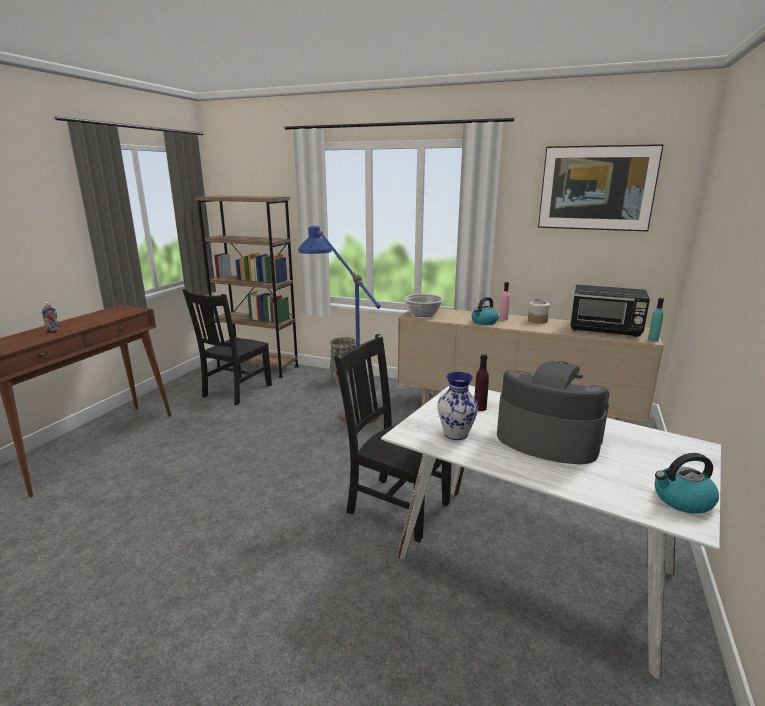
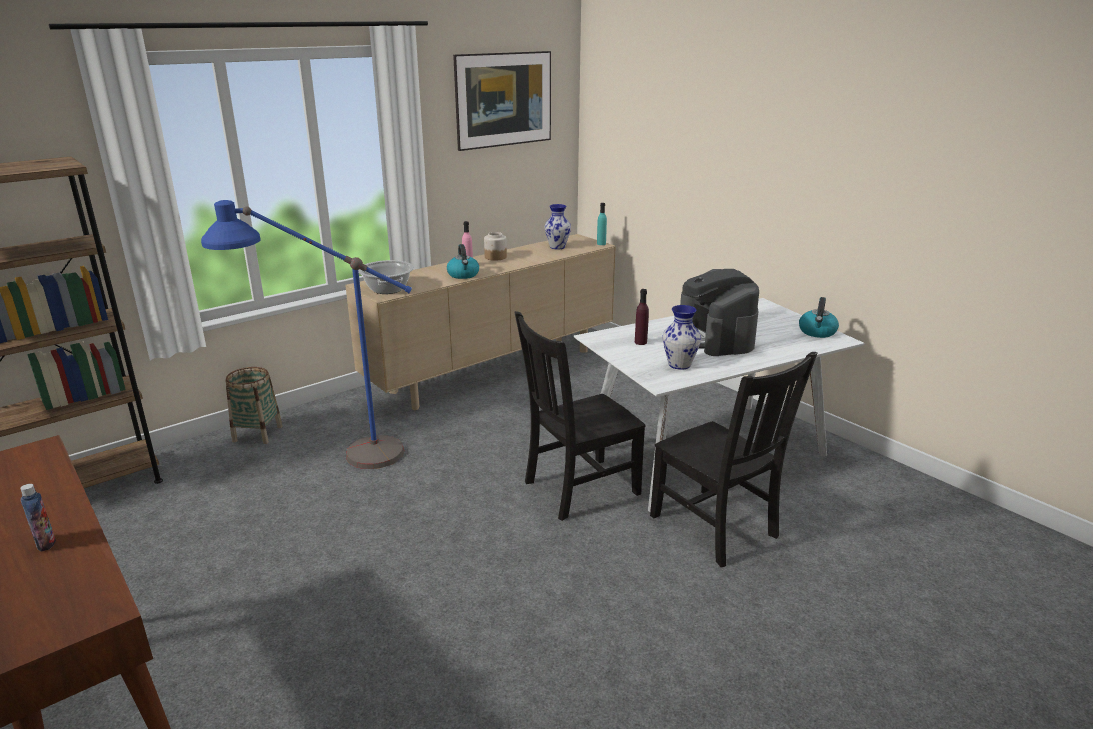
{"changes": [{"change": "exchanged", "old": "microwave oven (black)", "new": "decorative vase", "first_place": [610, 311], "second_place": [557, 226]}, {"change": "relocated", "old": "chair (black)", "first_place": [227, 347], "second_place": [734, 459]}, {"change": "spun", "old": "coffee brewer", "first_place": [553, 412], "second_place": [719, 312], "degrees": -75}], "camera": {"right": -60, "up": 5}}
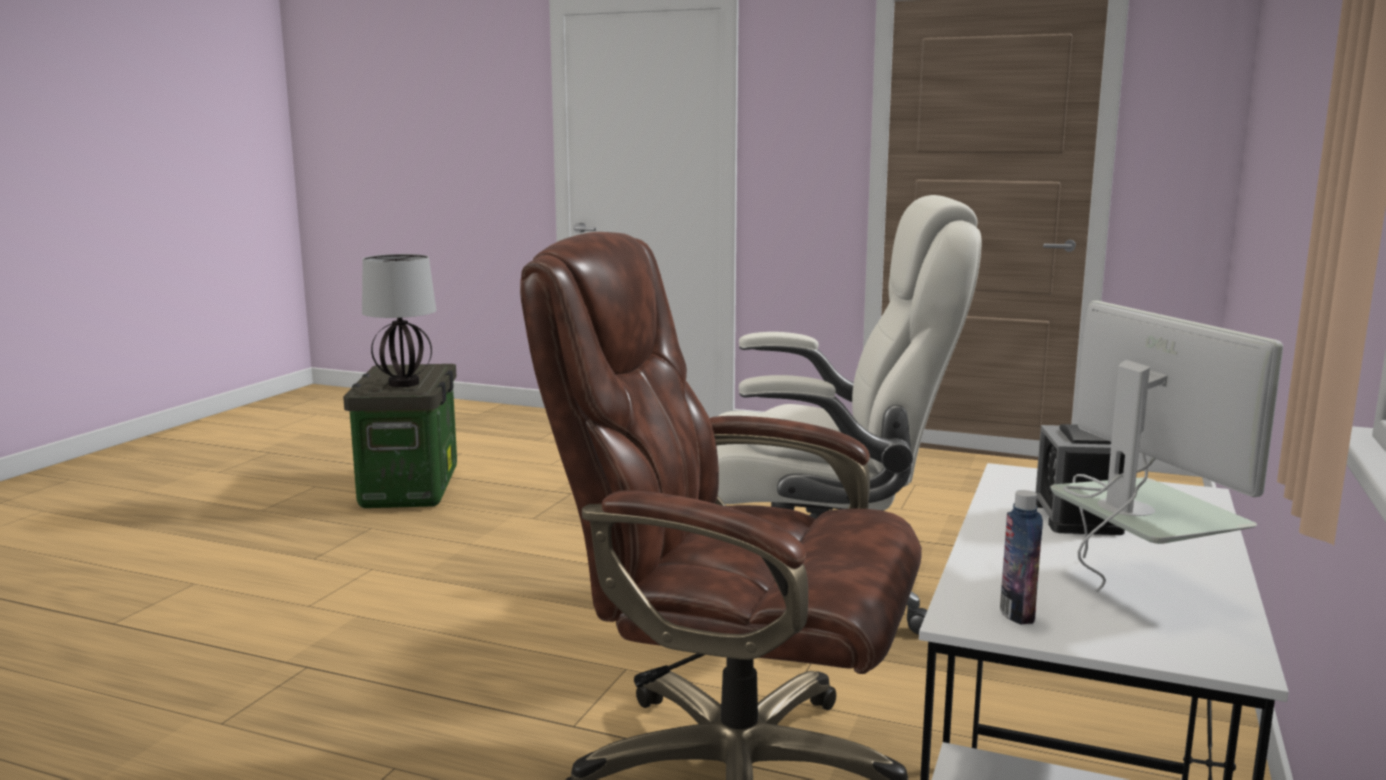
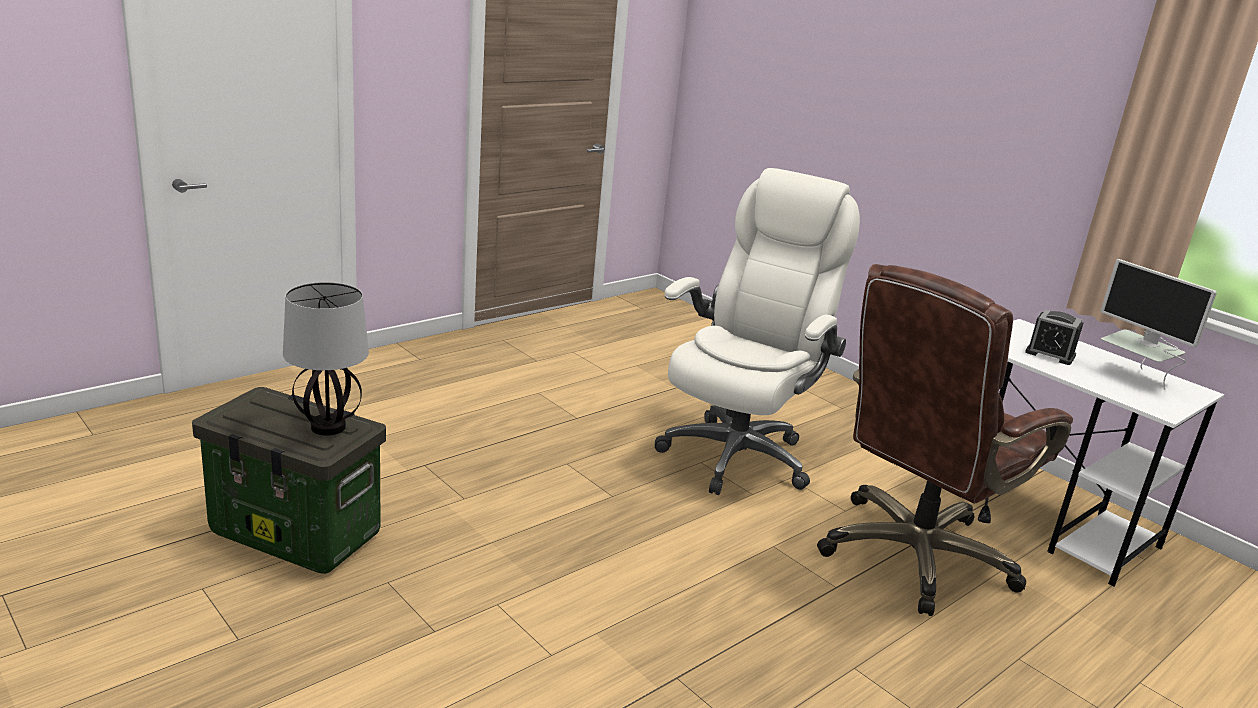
{"changes": [{"change": "spun", "old": "computer screen", "first_place": [1167, 446], "second_place": [1159, 324], "degrees": -135}, {"change": "missing", "old": "beverage bottle", "first_place": [1021, 557]}], "camera": {"right": -65, "up": 10}}
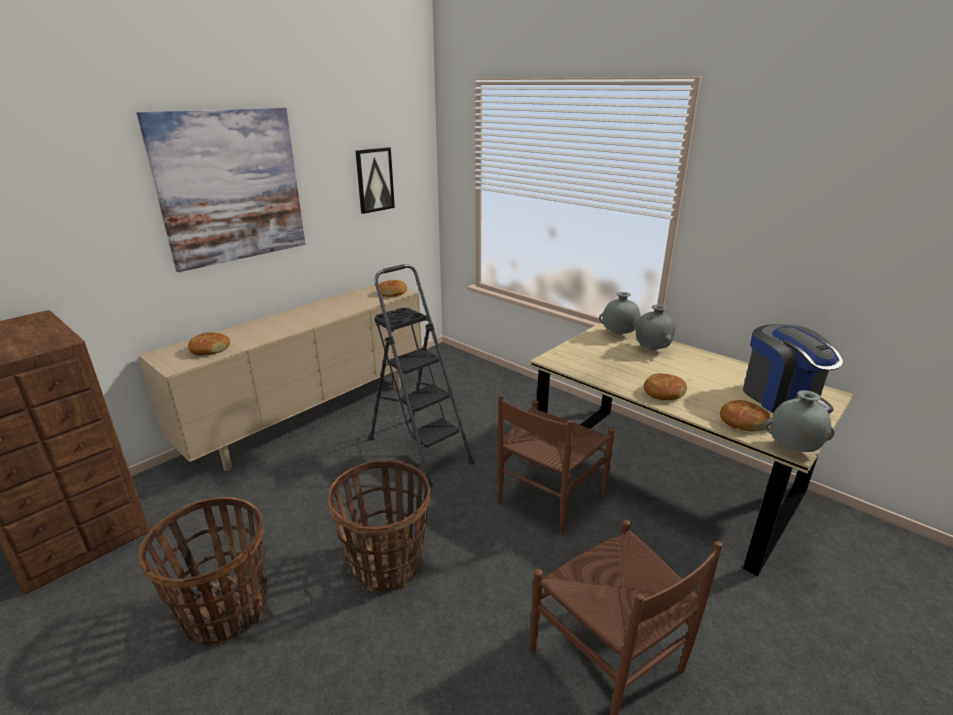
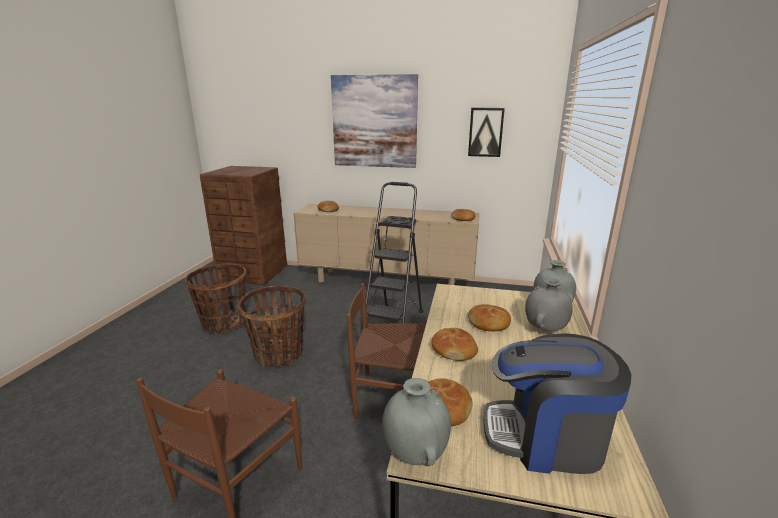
{"changes": [{"change": "appeared", "new": "bakery bread", "second_place": [489, 317]}, {"change": "spun", "old": "coffee brewer", "first_place": [793, 369], "second_place": [557, 403], "degrees": 60}], "camera": {"right": 60, "up": -5}}
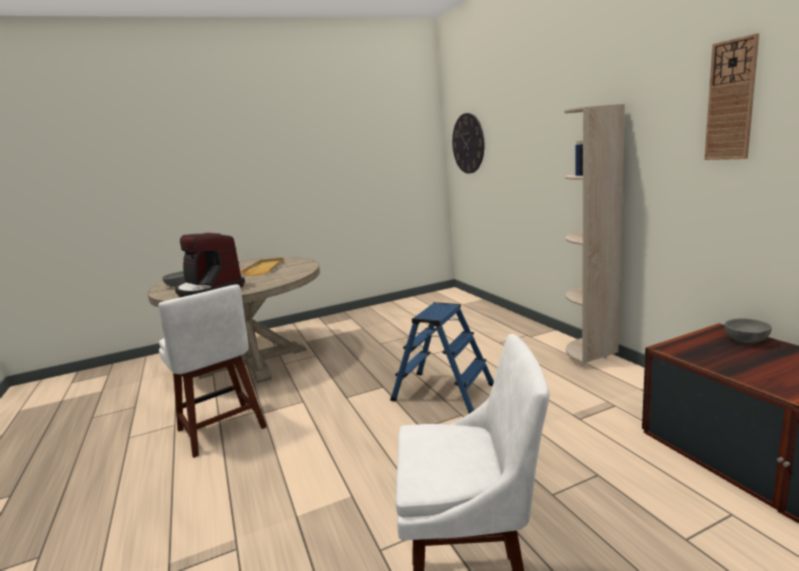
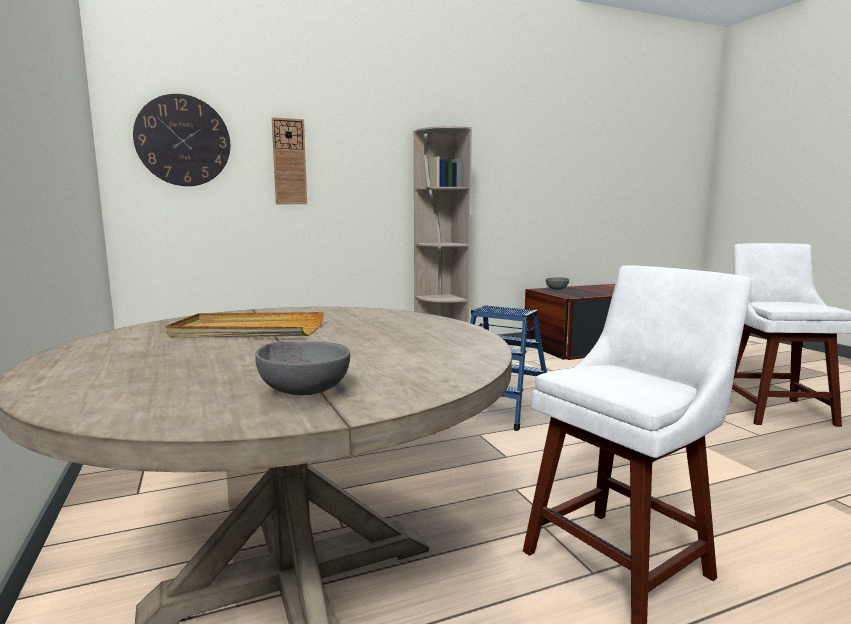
{"changes": [{"change": "relocated", "old": "hanging clock", "first_place": [731, 96], "second_place": [289, 160]}, {"change": "missing", "old": "coffee brewer", "first_place": [210, 265]}], "camera": {"right": -90, "up": -5}}
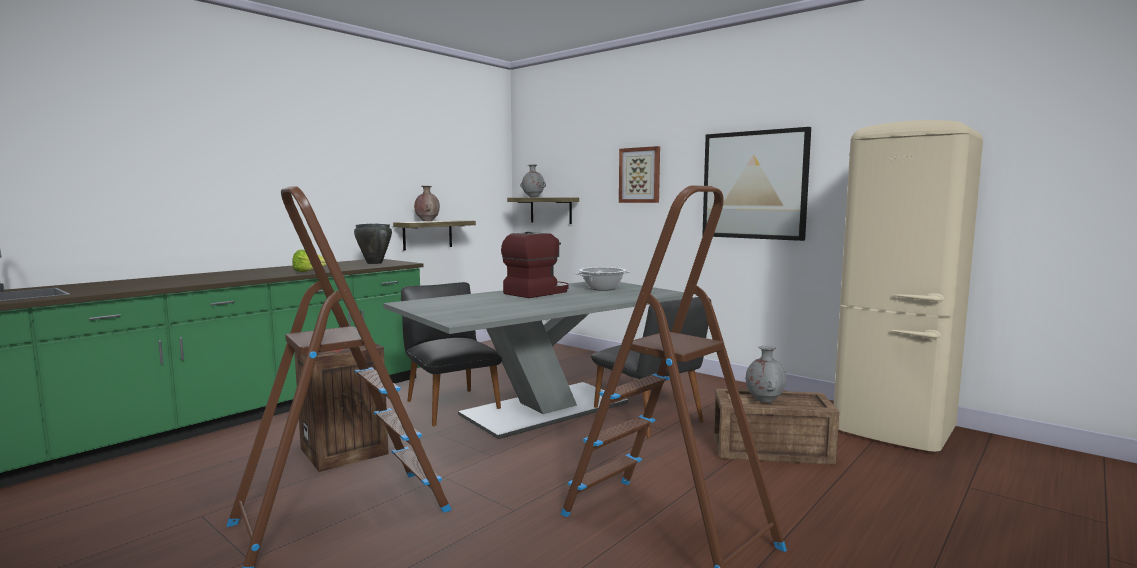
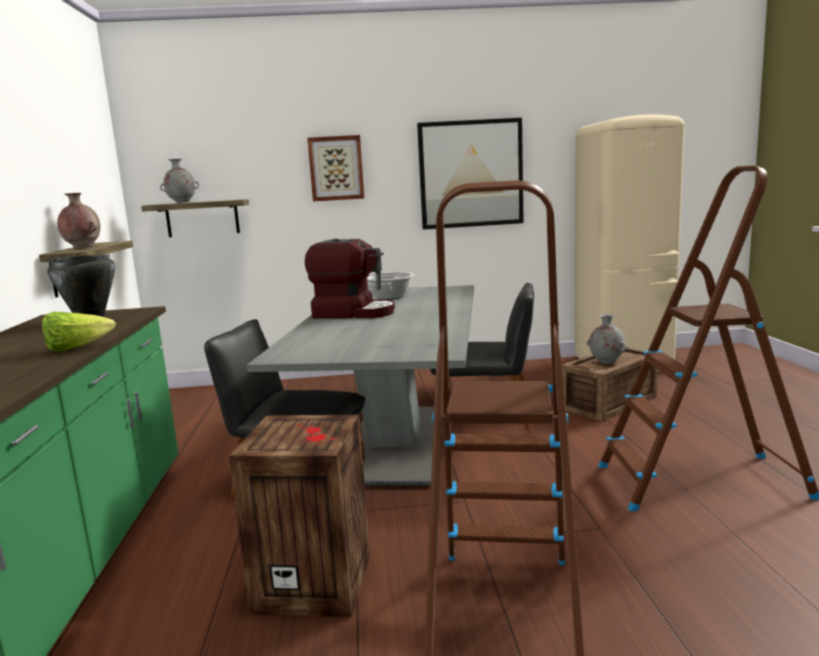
{"changes": [{"change": "spun", "old": "coffee brewer", "first_place": [535, 265], "second_place": [350, 278], "degrees": 105}], "camera": {"right": -45, "up": 5}}
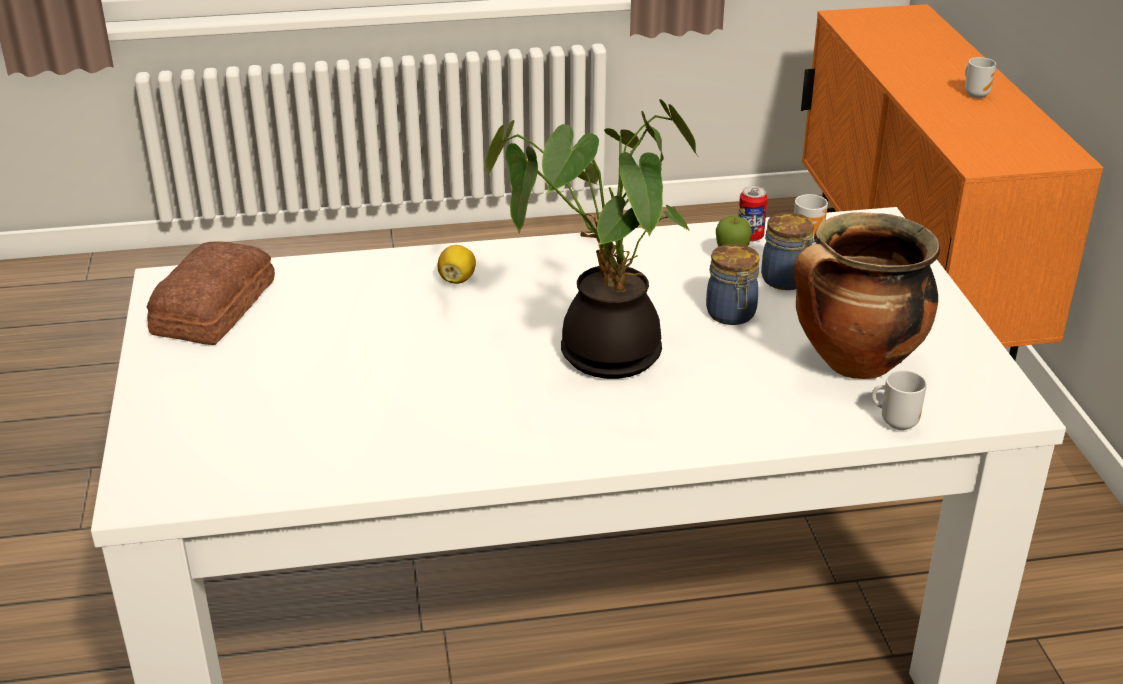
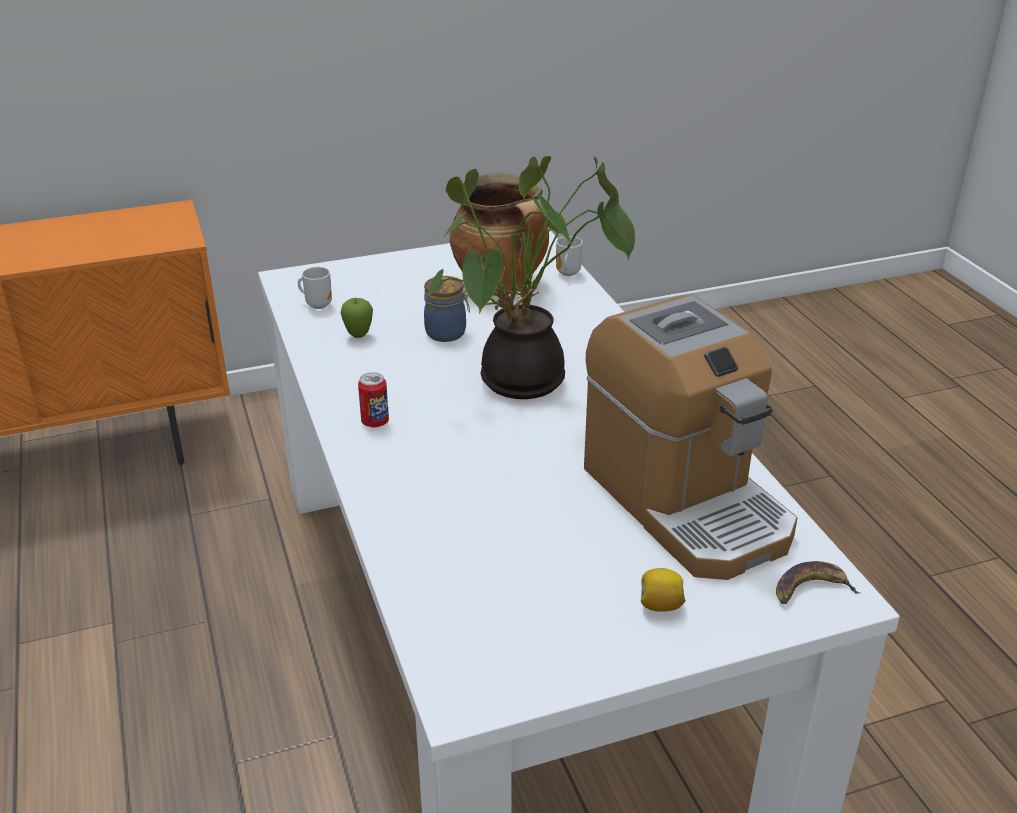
{"changes": [{"change": "relocated", "old": "metal can", "first_place": [753, 214], "second_place": [373, 400]}, {"change": "appeared", "new": "coffee brewer", "second_place": [690, 437]}, {"change": "relocated", "old": "citrus fruit", "first_place": [456, 264], "second_place": [663, 590]}, {"change": "appeared", "new": "banana", "second_place": [818, 582]}, {"change": "missing", "old": "bakery bread", "first_place": [211, 293]}, {"change": "missing", "old": "jar", "first_place": [787, 251]}, {"change": "missing", "old": "tea mug", "first_place": [980, 77]}], "camera": {"right": -100, "up": 0}}
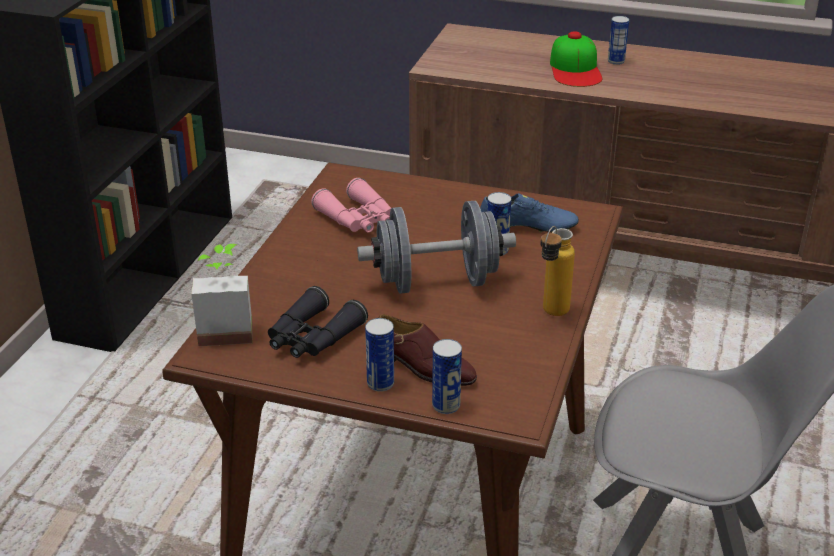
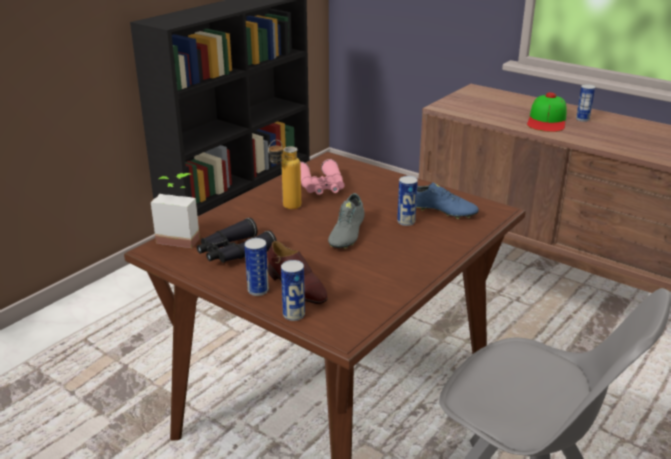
{"changes": [{"change": "relocated", "old": "beverage bottle", "first_place": [557, 271], "second_place": [284, 174]}, {"change": "exchanged", "old": "hand weight (grey)", "new": "item of footwear (grey)", "first_place": [436, 247], "second_place": [346, 221]}], "camera": {"right": 20, "up": -5}}
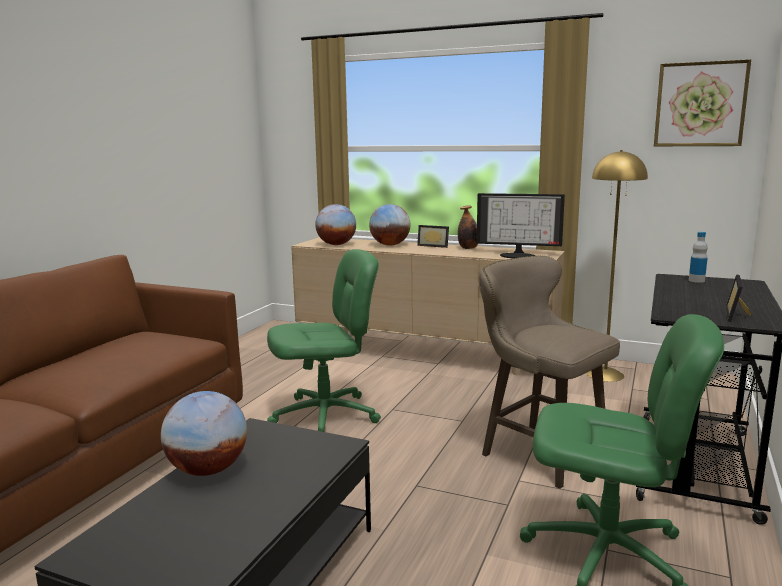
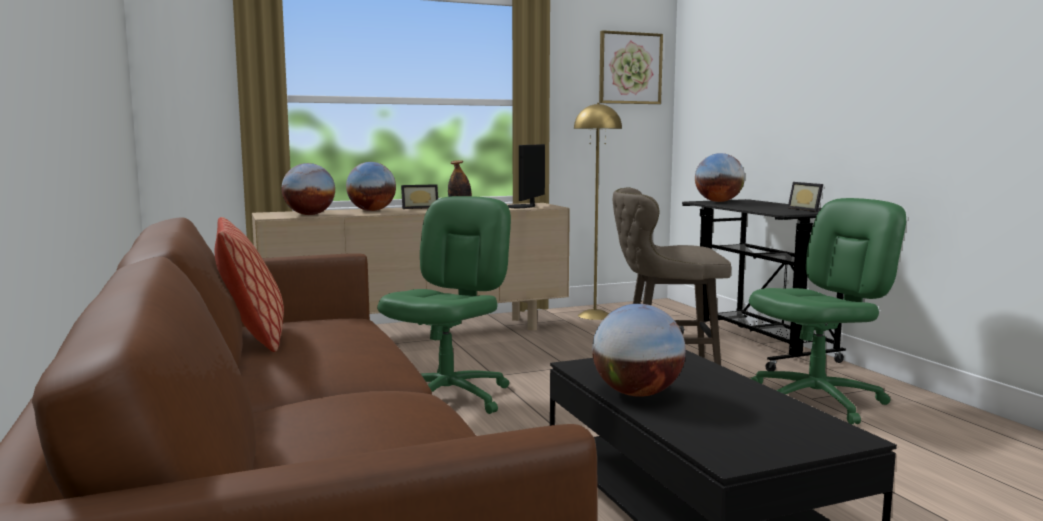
{"changes": [{"change": "appeared", "new": "pillow", "second_place": [249, 284]}, {"change": "spun", "old": "computer screen", "first_place": [521, 225], "second_place": [526, 176], "degrees": 135}, {"change": "exchanged", "old": "beverage bottle", "new": "world globe", "first_place": [698, 257], "second_place": [720, 177]}], "camera": {"right": -45, "up": -5}}
